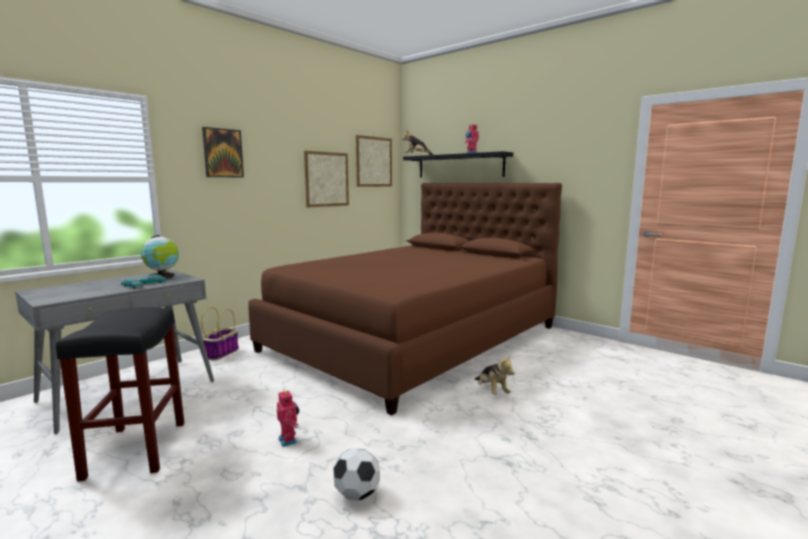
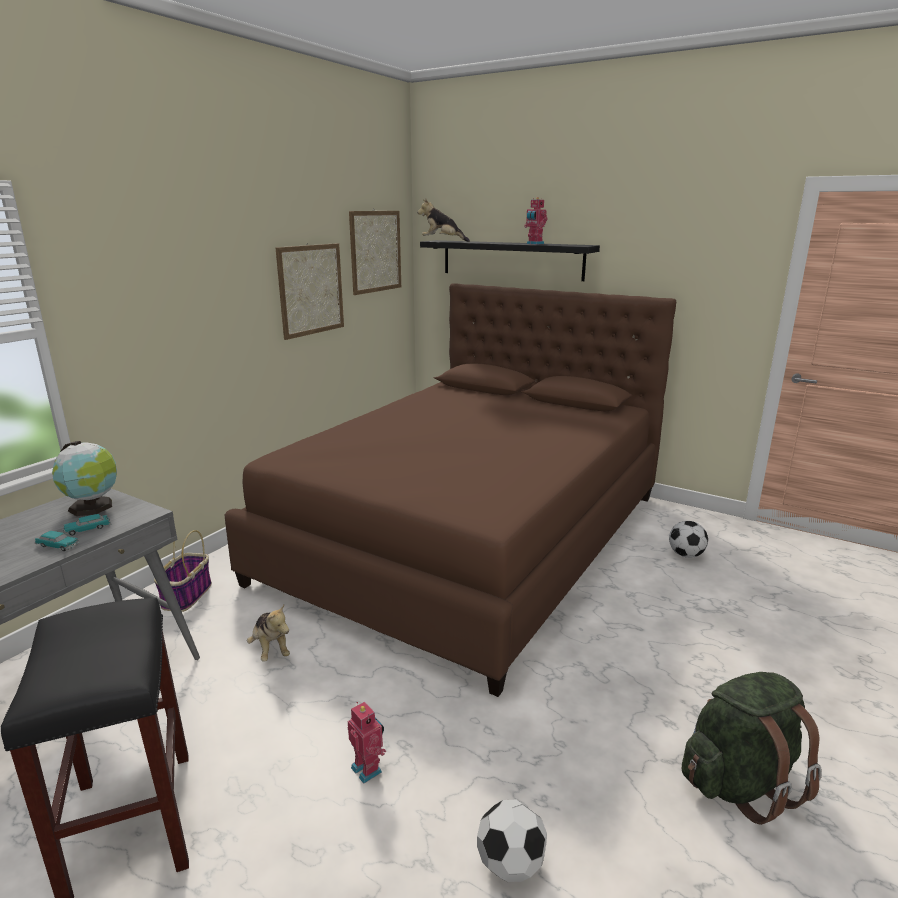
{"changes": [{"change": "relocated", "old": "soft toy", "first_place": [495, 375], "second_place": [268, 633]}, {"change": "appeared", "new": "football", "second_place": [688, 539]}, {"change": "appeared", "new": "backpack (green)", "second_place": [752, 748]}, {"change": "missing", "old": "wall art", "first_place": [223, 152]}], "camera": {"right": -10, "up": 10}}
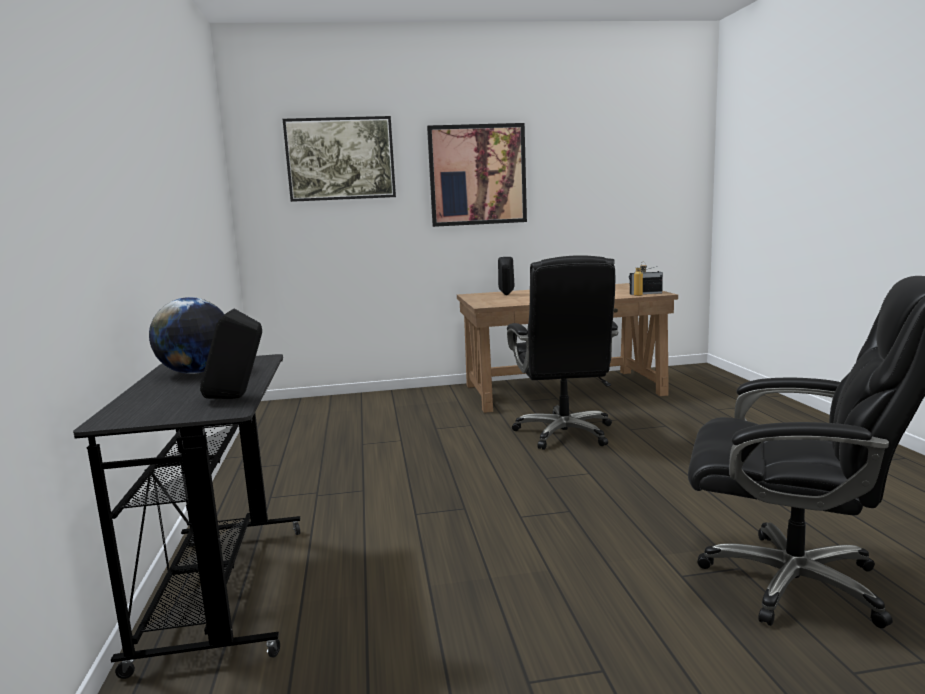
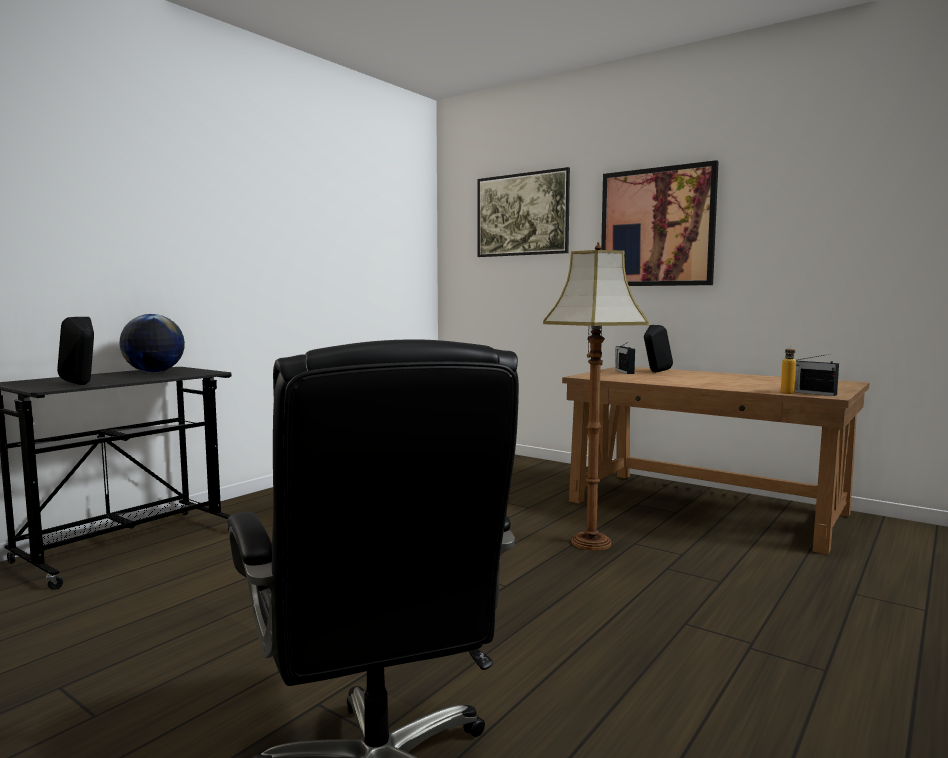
{"changes": [{"change": "exchanged", "old": "computer chair (black)", "new": "standing lamp", "first_place": [562, 352], "second_place": [596, 396]}, {"change": "appeared", "new": "radio receiver", "second_place": [625, 357]}], "camera": {"right": 45, "up": -5}}
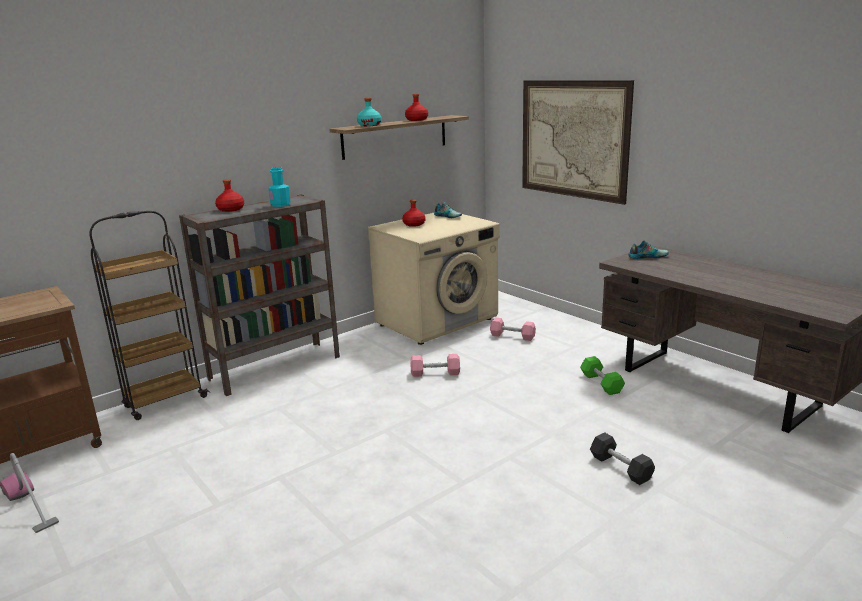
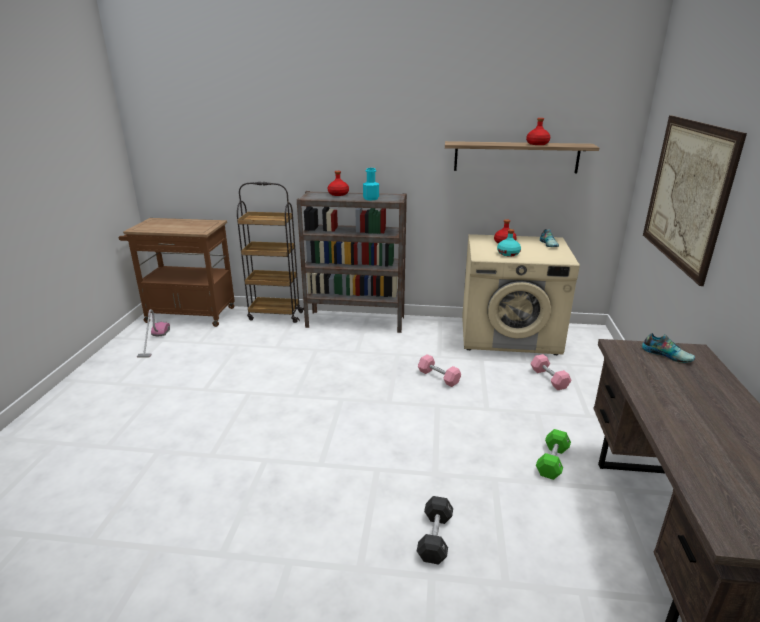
{"changes": [{"change": "relocated", "old": "beverage bottle (turquoise)", "first_place": [369, 112], "second_place": [509, 243]}], "camera": {"right": 45, "up": 5}}
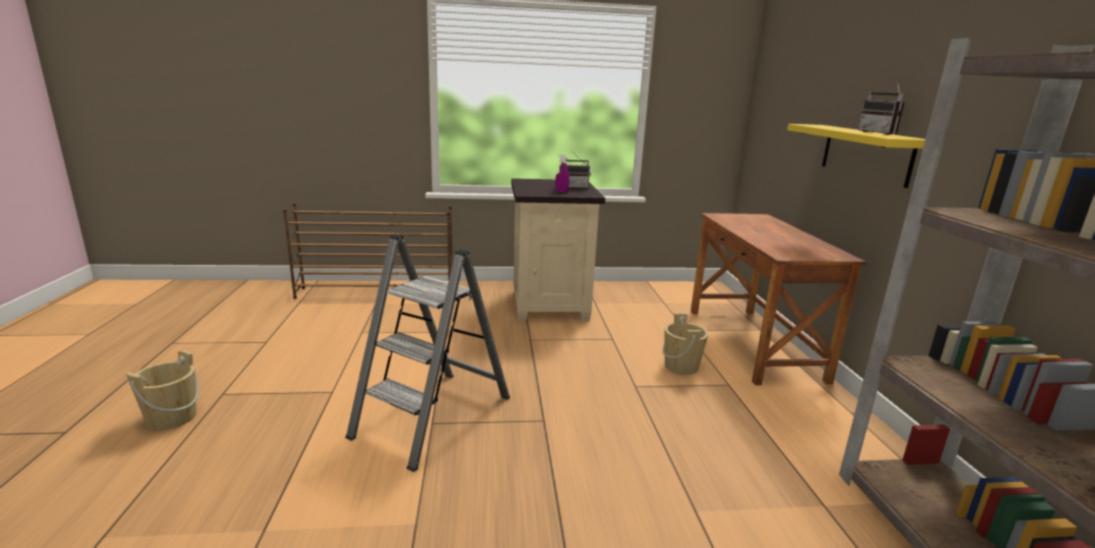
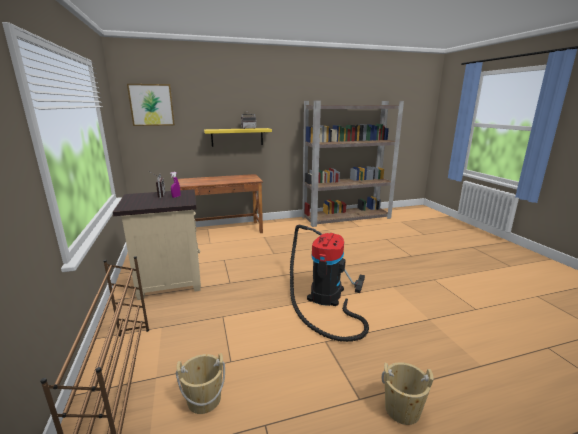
{"changes": [{"change": "appeared", "new": "wall art", "second_place": [151, 105]}, {"change": "relocated", "old": "bucket (sand-coloured)", "first_place": [685, 344], "second_place": [200, 383]}, {"change": "exchanged", "old": "step ladder (grey)", "new": "hoover", "first_place": [427, 353], "second_place": [329, 283]}], "camera": {"right": -100, "up": 0}}
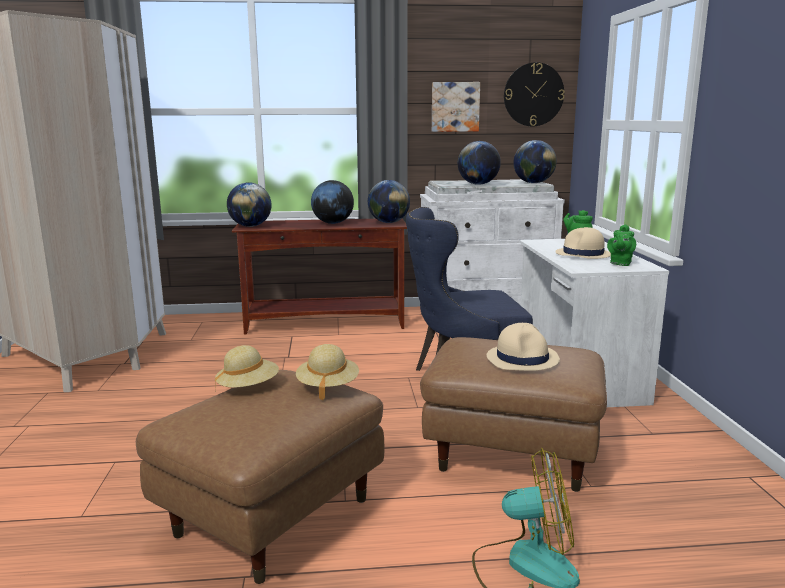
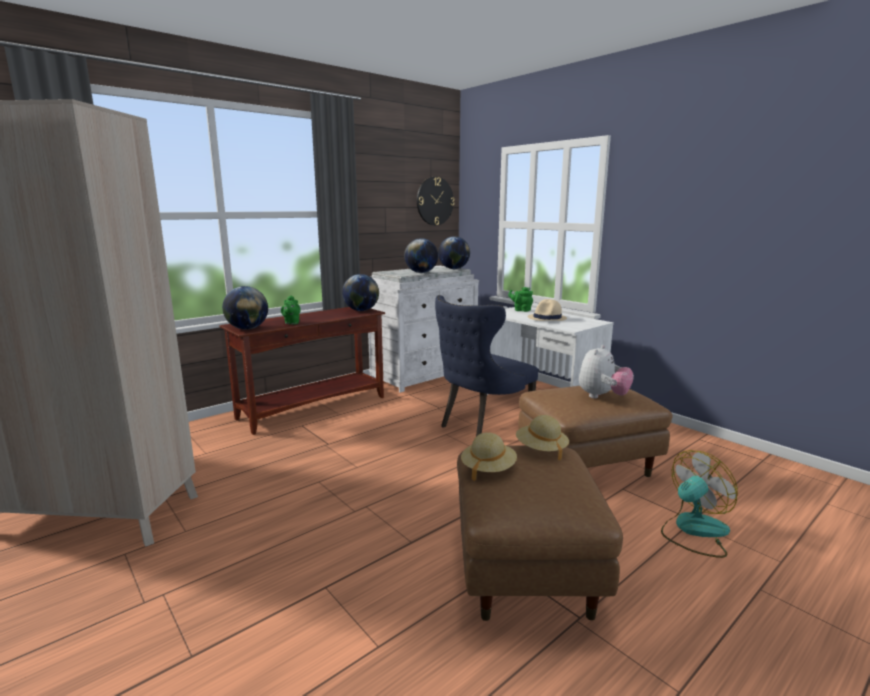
{"changes": [{"change": "relocated", "old": "pot for tea (green)", "first_place": [621, 245], "second_place": [291, 310]}, {"change": "exchanged", "old": "wearable hat (sand-coloured)", "new": "soft toy", "first_place": [523, 347], "second_place": [606, 371]}, {"change": "missing", "old": "world globe", "first_place": [332, 202]}, {"change": "missing", "old": "wall art", "first_place": [456, 107]}], "camera": {"right": -35, "up": 0}}
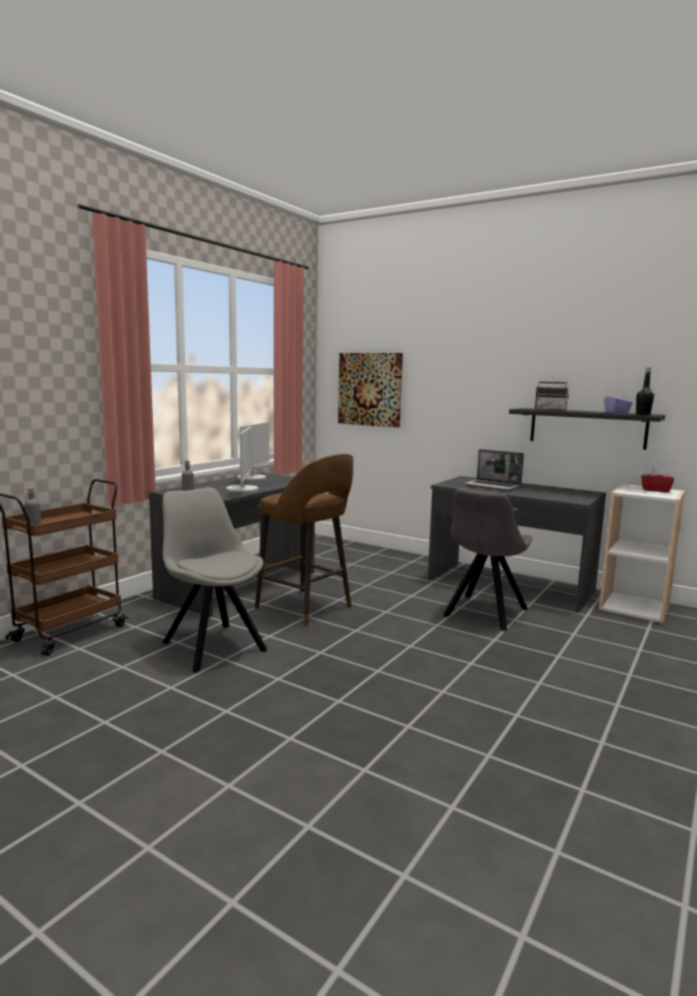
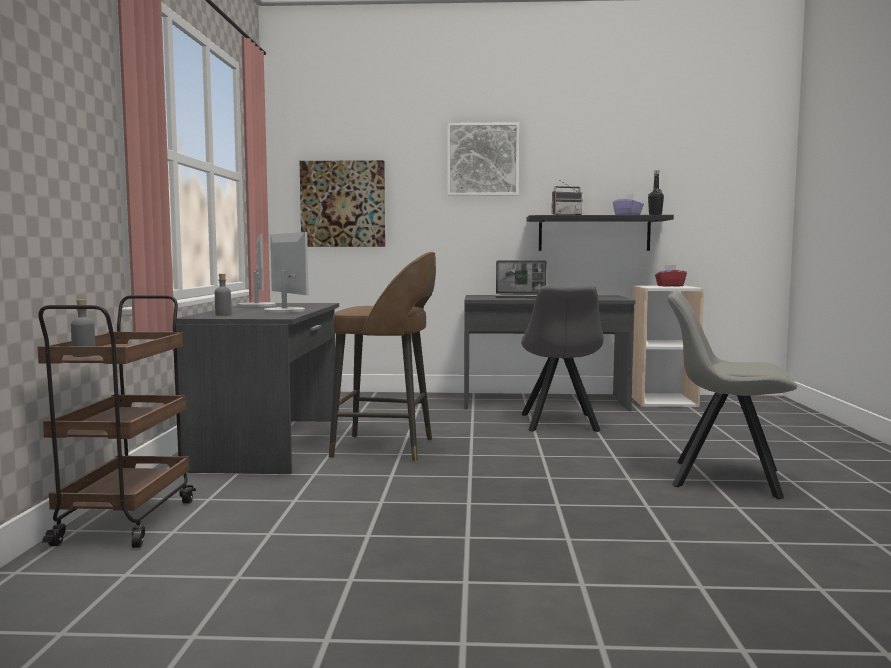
{"changes": [{"change": "appeared", "new": "wall art", "second_place": [483, 159]}, {"change": "relocated", "old": "chair (grey)", "first_place": [214, 580], "second_place": [732, 395]}], "camera": {"right": -30, "up": -5}}
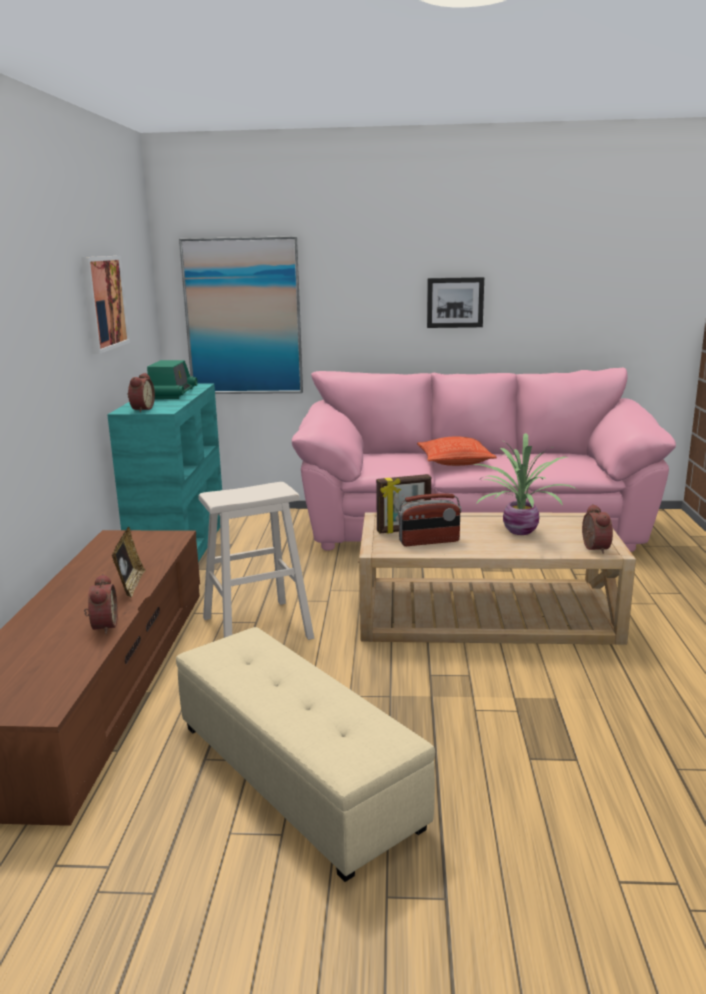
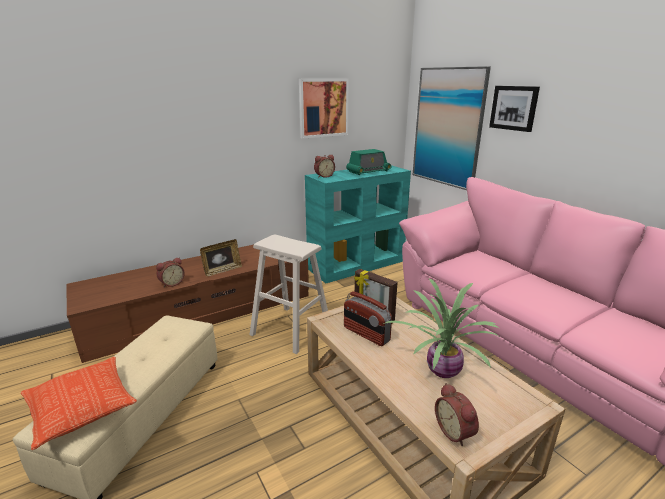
{"changes": [{"change": "relocated", "old": "pillow (orangey)", "first_place": [457, 451], "second_place": [79, 403]}, {"change": "spun", "old": "table clock", "first_place": [597, 529], "second_place": [457, 415], "degrees": 105}, {"change": "relocated", "old": "wall art", "first_place": [455, 302], "second_place": [514, 109]}], "camera": {"right": 55, "up": 5}}
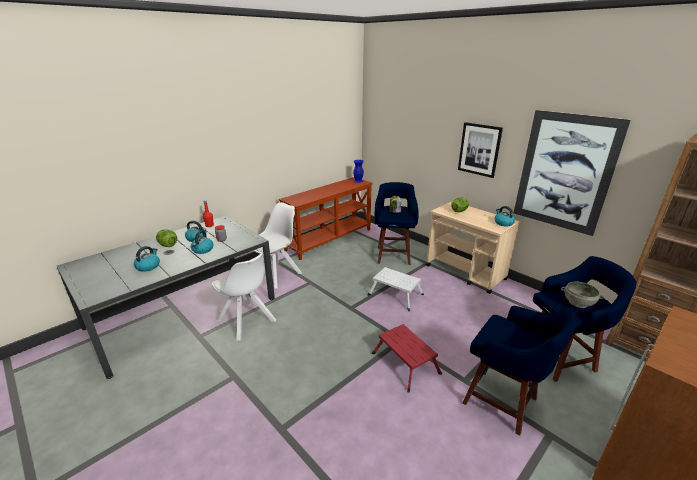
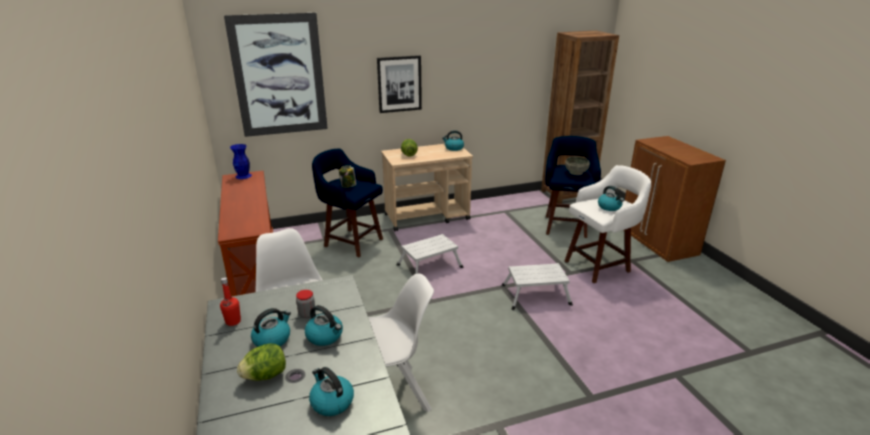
{"changes": [{"change": "relocated", "old": "wall art", "first_place": [572, 173], "second_place": [276, 75]}, {"change": "colour", "old": "step ladder (red-coloured)", "new": "step ladder (white)", "first_place": [407, 358], "second_place": [537, 286]}, {"change": "colour", "old": "stool (blue-coloured)", "new": "stool (white)", "first_place": [519, 371], "second_place": [608, 224]}, {"change": "appeared", "new": "tea kettle", "second_place": [611, 198]}], "camera": {"right": -65, "up": 0}}
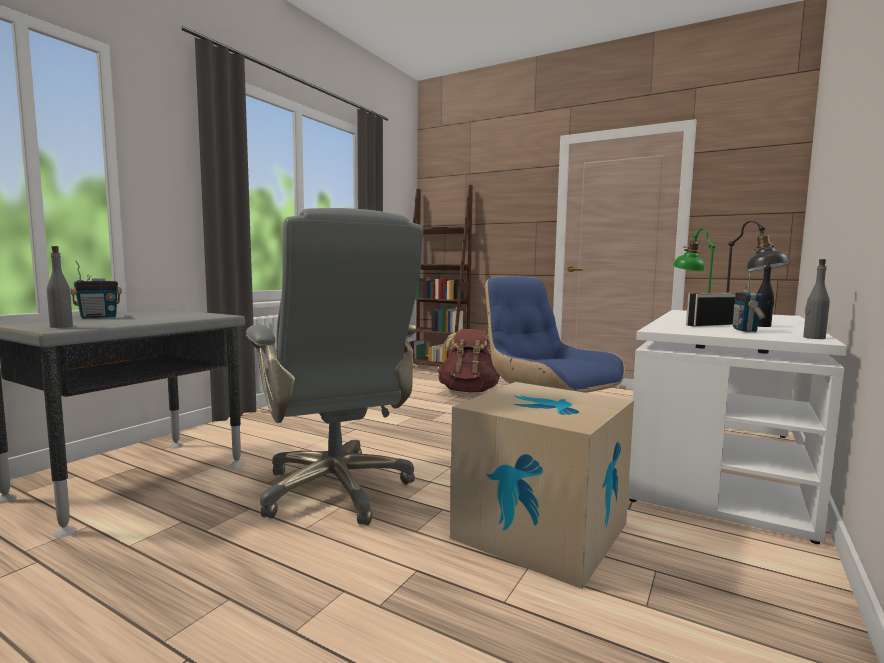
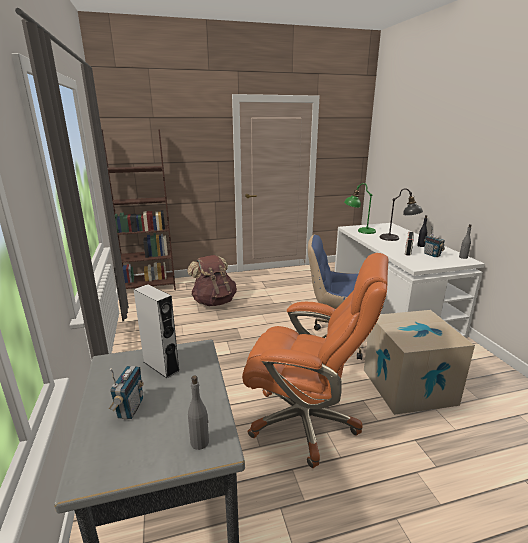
{"changes": [{"change": "appeared", "new": "speaker (grey)", "second_place": [156, 331]}, {"change": "colour", "old": "computer chair (grey)", "new": "computer chair (orangey)", "first_place": [334, 367], "second_place": [315, 360]}], "camera": {"right": -45, "up": 15}}
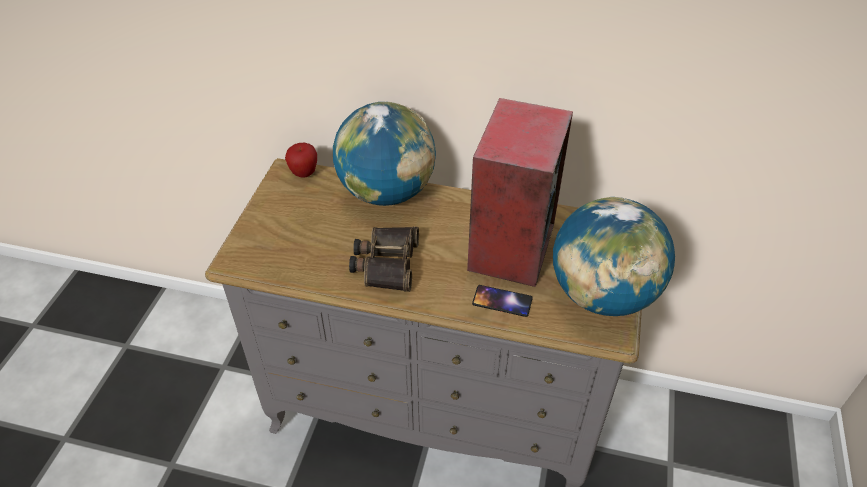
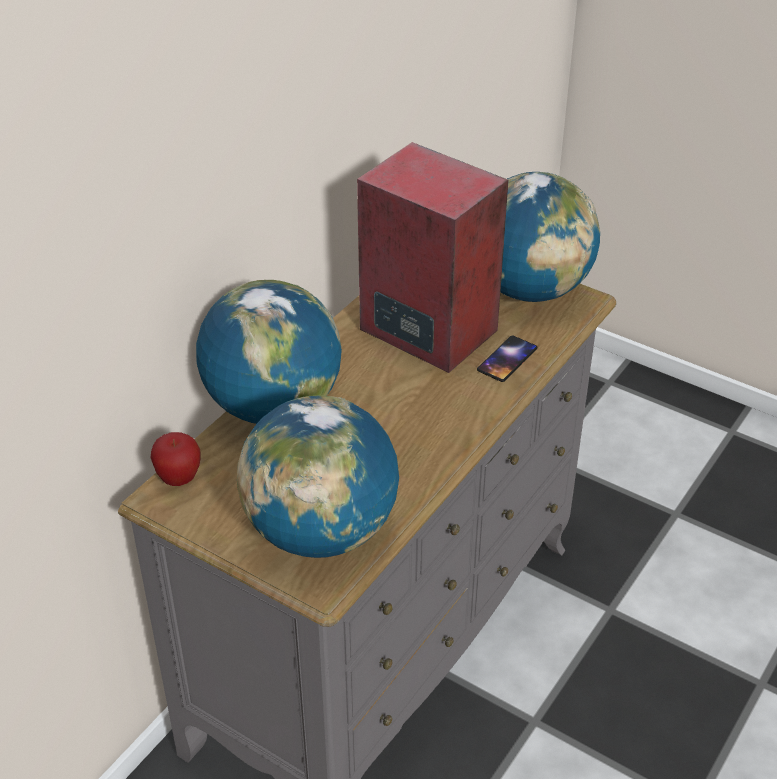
{"changes": [{"change": "appeared", "new": "world globe", "second_place": [318, 476]}, {"change": "missing", "old": "pair of binoculars", "first_place": [384, 259]}], "camera": {"right": -70, "up": -5}}
